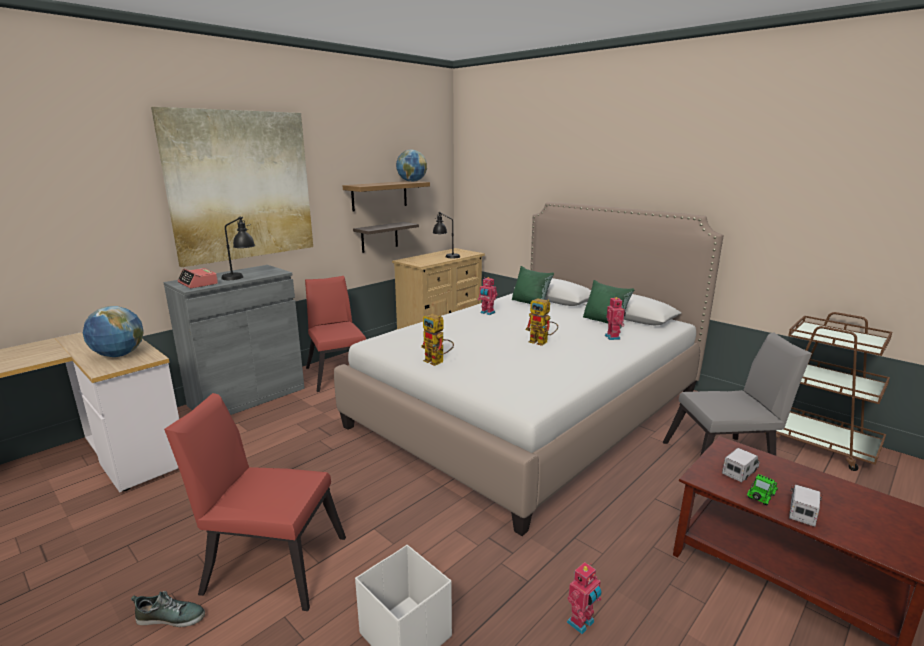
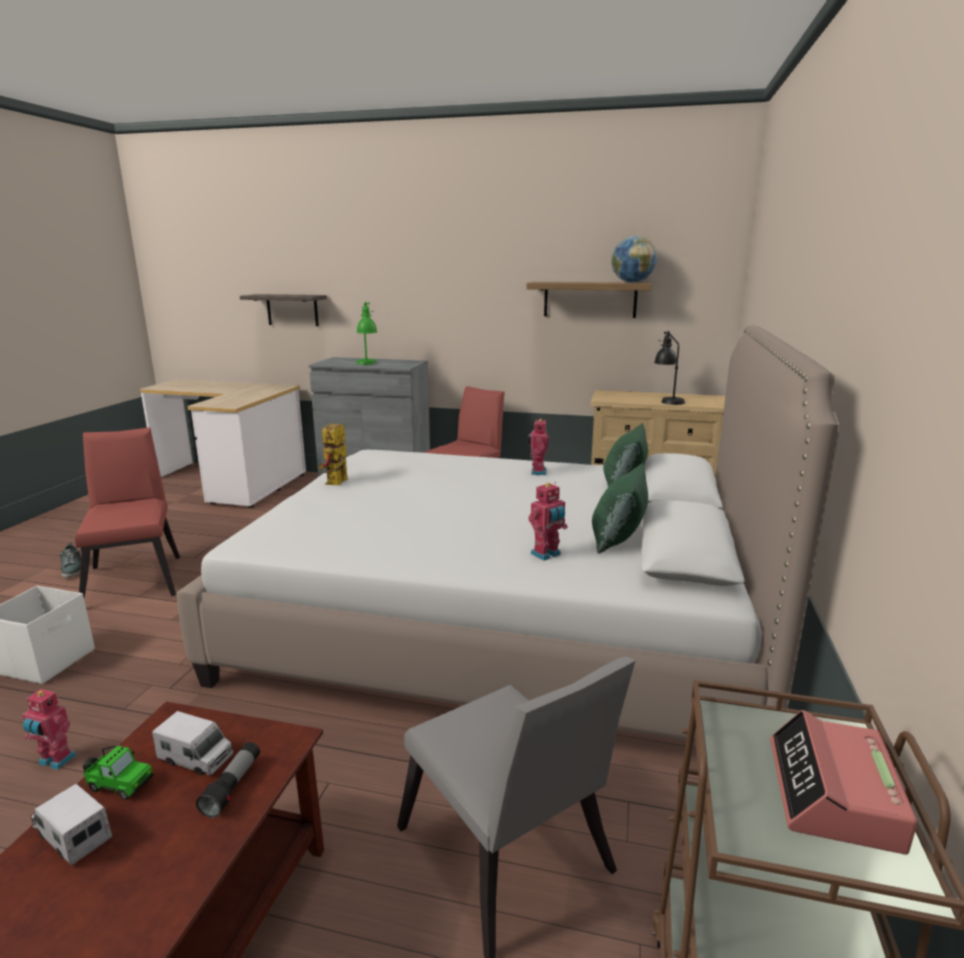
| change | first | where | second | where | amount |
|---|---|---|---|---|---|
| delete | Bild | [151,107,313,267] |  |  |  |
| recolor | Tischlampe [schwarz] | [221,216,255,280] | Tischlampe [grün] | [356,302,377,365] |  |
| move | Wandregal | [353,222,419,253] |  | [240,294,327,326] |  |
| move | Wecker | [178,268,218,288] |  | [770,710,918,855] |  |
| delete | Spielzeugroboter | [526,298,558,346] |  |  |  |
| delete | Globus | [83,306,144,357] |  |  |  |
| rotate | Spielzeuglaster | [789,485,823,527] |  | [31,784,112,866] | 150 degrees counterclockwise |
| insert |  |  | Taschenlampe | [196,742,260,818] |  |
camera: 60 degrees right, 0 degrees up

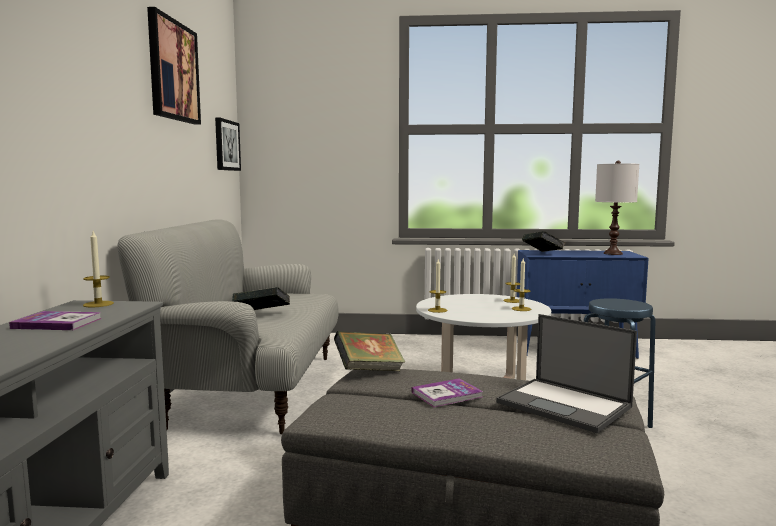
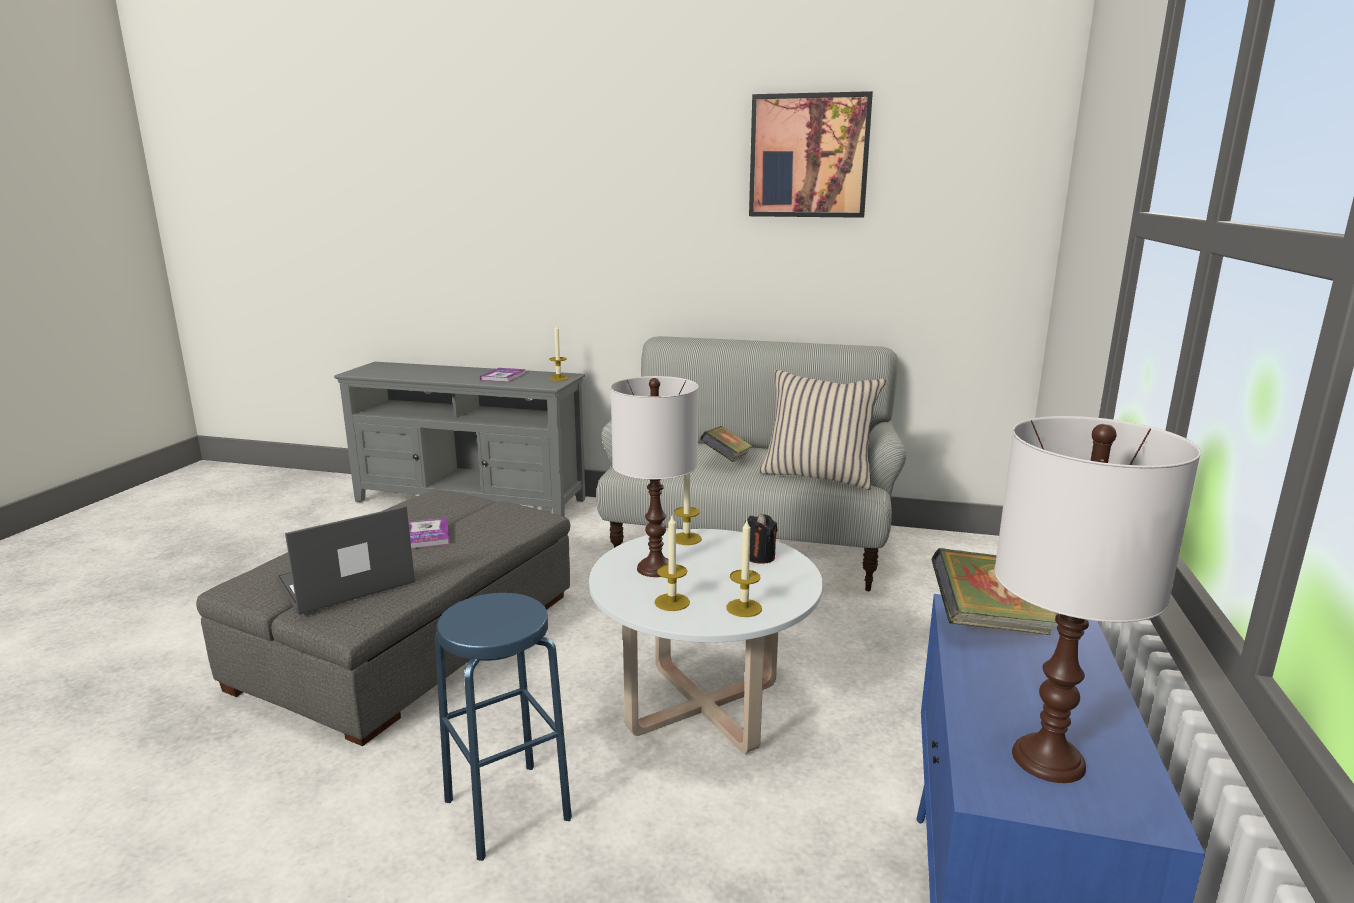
| change | first | where | second | where | amount |
|---|---|---|---|---|---|
| delete | Bild | [215,117,241,171] |  |  |  |
| delete | Buch | [334,331,405,371] |  |  |  |
| insert |  |  | Kissen [beige] | [759,370,886,490] |  |
| insert |  |  | Tischlampe [weiß] | [611,376,699,577] |  |
| insert |  |  | Kerze [schwarz] | [745,514,778,564] |  |
camera: 100 degrees right, 10 degrees up

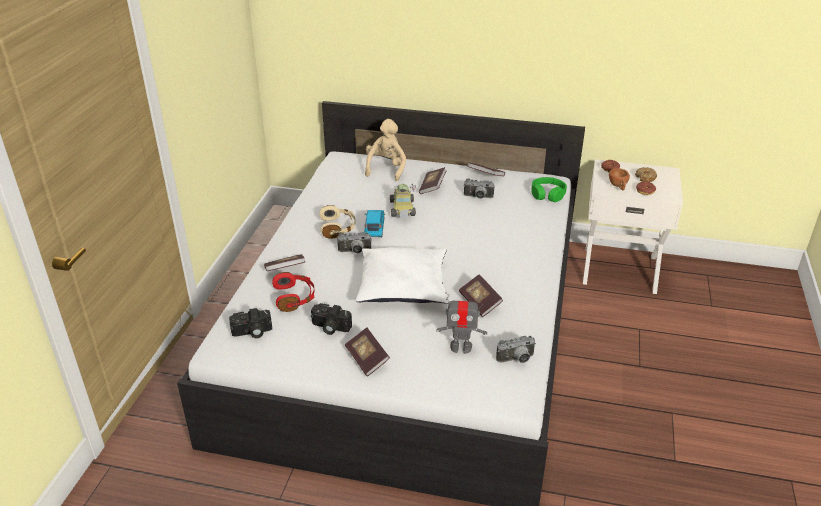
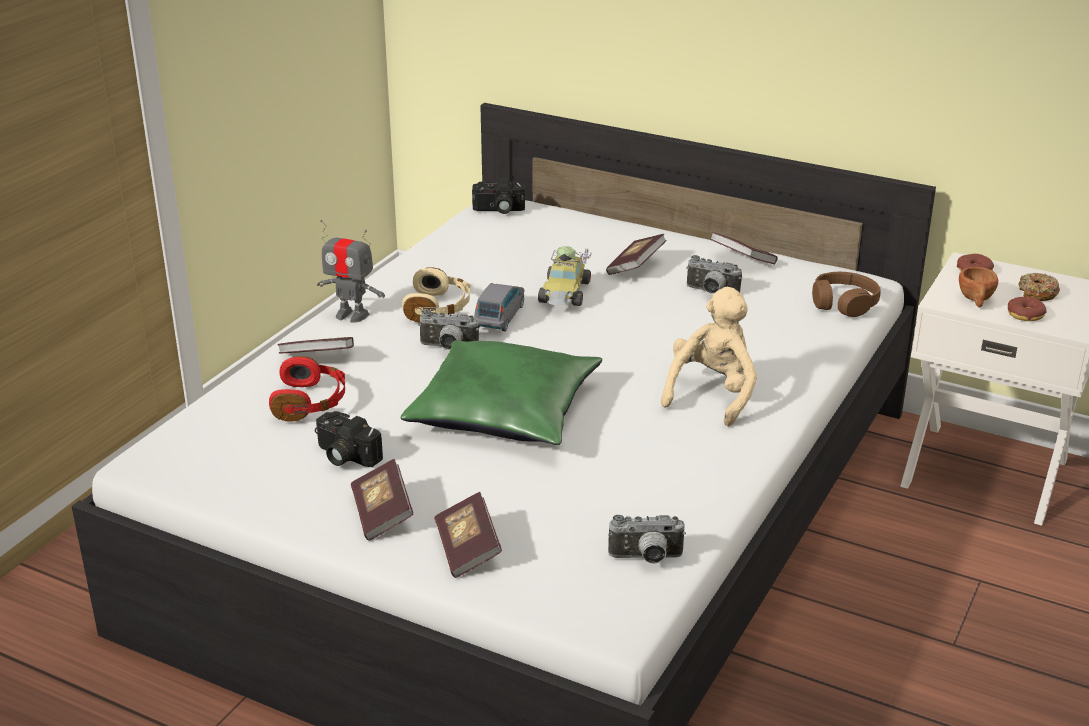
| change | first | where | second | where | amount |
|---|---|---|---|---|---|
| move | Plüschtier [beige] | [365,119,406,181] |  | [661,287,757,427] |  |
| recolor | Kopfhörer [grün] | [531,177,567,202] | Kopfhörer [braun] | [812,272,881,317] |  |
| recolor | Spielzeugauto [blau] | [364,210,385,237] | Spielzeugauto [grau] | [474,283,524,332] |  |
| recolor | Kissen [weiß] | [356,247,449,304] | Kissen [grün] | [400,340,602,445] |  |
| move | Buch | [459,274,503,317] |  | [434,492,502,578] |  |
| move | Spielzeugroboter | [436,292,487,354] |  | [317,220,385,322] |  |
| move | Kamera | [229,308,272,338] |  | [472,178,525,214] |  |
camera: 15 degrees right, 5 degrees down

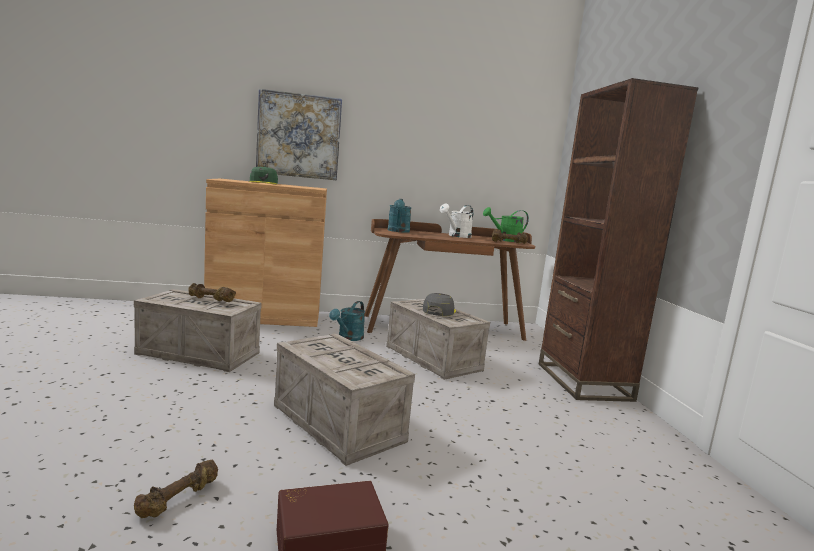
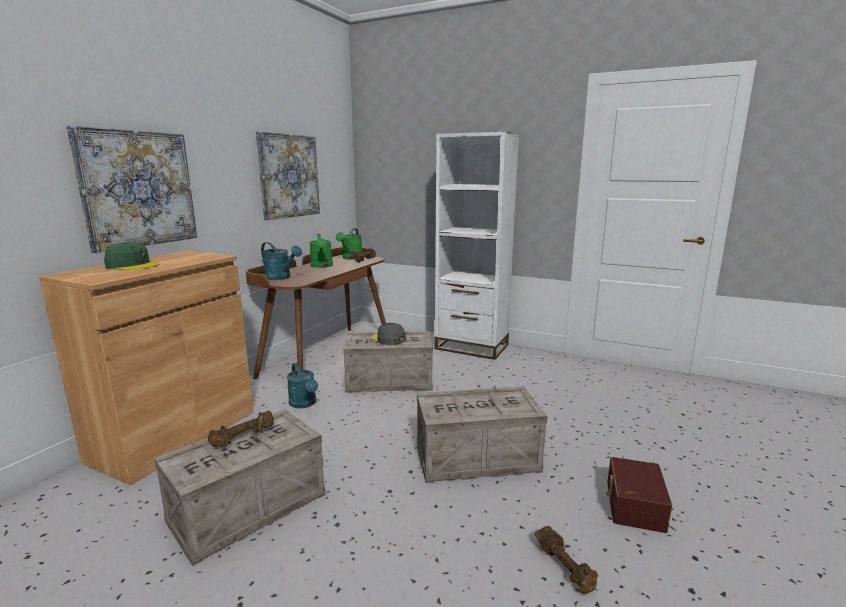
| change | first | where | second | where | amount |
|---|---|---|---|---|---|
| recolor | Bücherregal [braun] | [539,78,699,402] | Bücherregal [weiß] | [434,132,519,360] |  |
| recolor | Gießkanne [weiß] | [440,204,473,238] | Gießkanne [grün] | [309,234,333,268] |  |
| insert |  |  | Bild | [256,132,320,220] |  |
camera: 55 degrees left, 5 degrees up

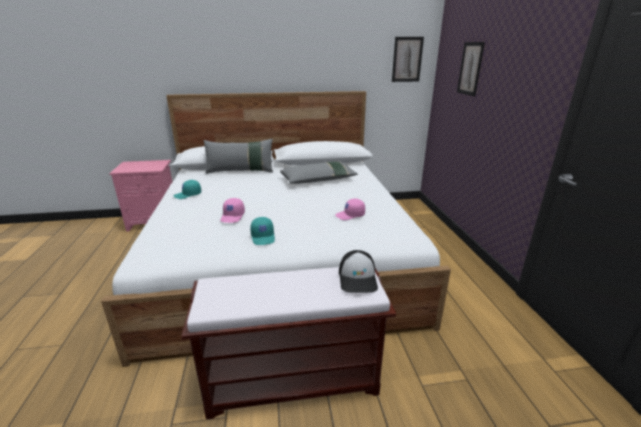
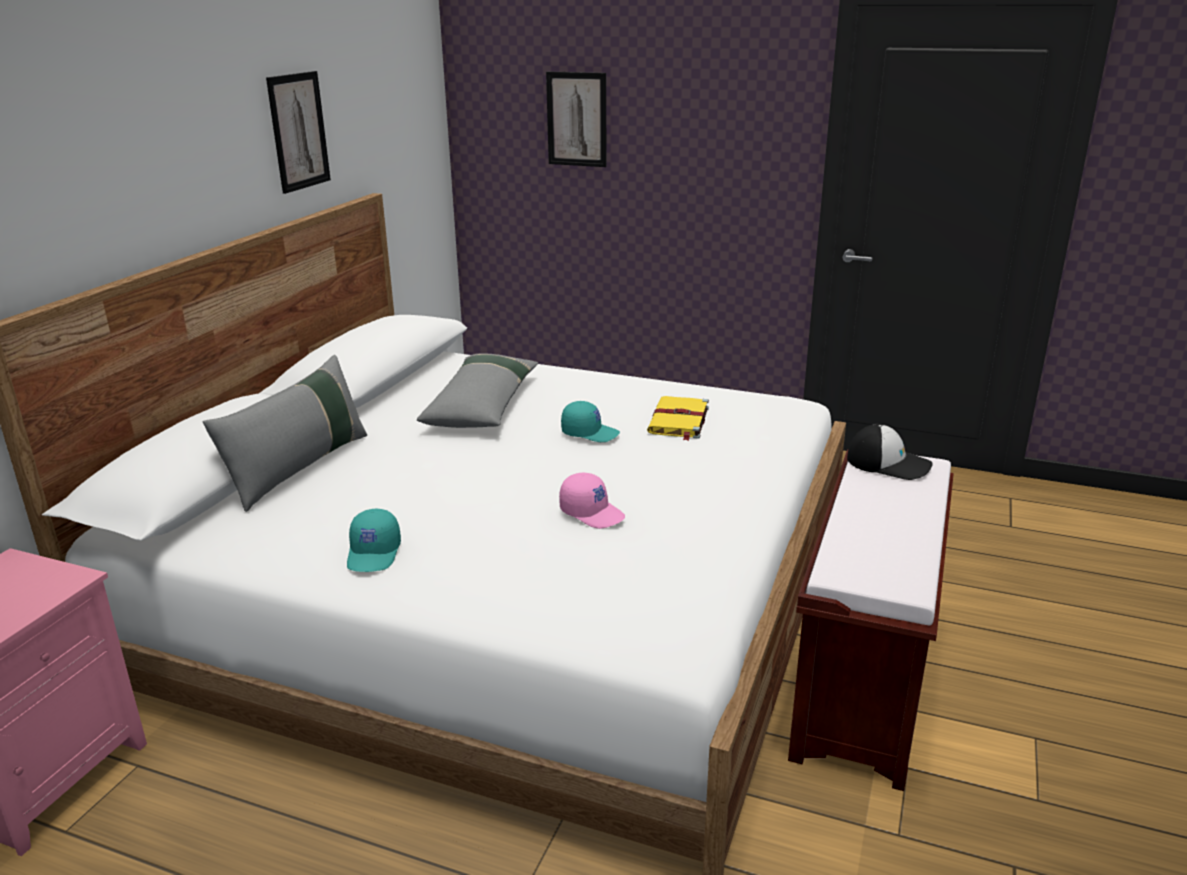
| change | first | where | second | where | amount |
|---|---|---|---|---|---|
| move | Bild | [392,37,424,82] |  | [266,71,331,194] |  |
| replace | Kappe [rosa] | [335,199,365,220] | Buch [gelb] | [647,396,709,441] |  |
| move | Kappe [türkis] | [250,217,275,245] |  | [561,401,620,442] |  |
camera: 60 degrees left, 0 degrees up

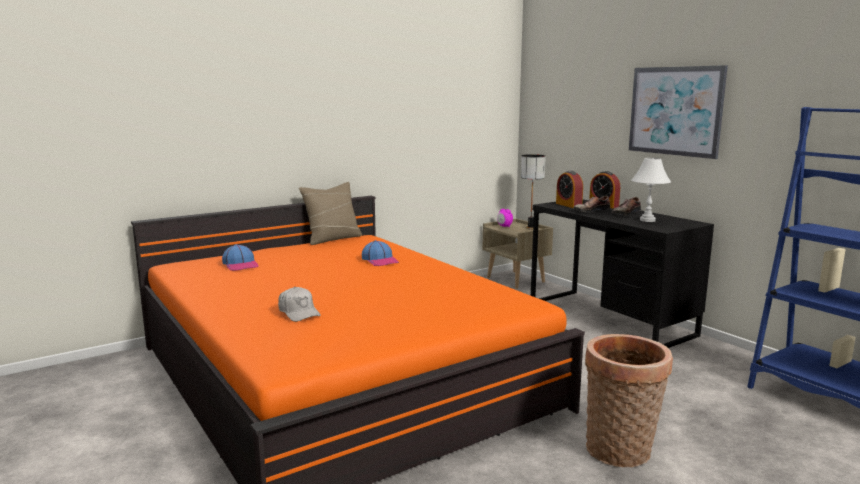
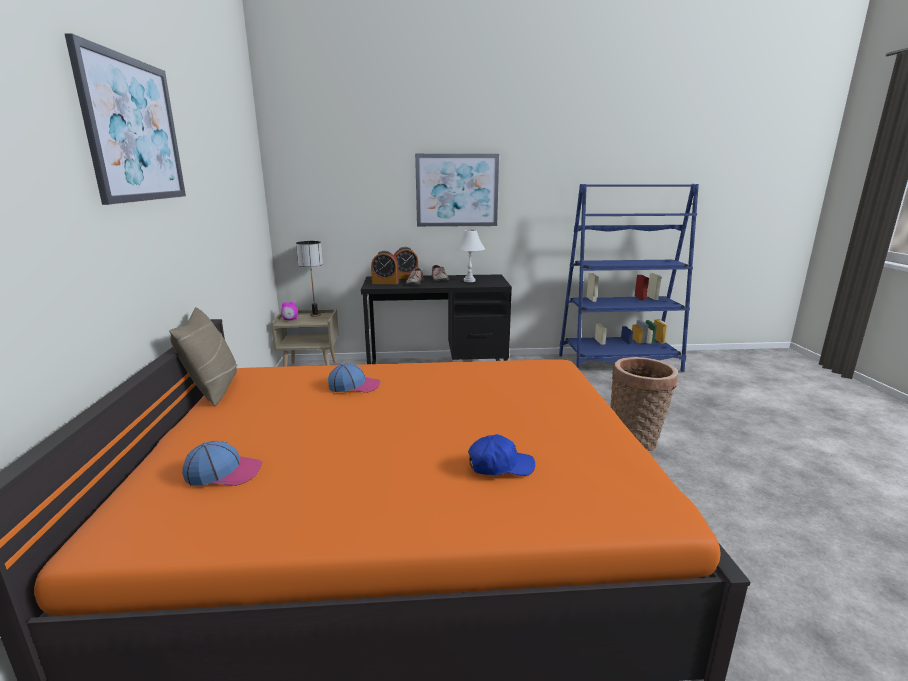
| change | first | where | second | where | amount |
|---|---|---|---|---|---|
| recolor | Kappe [weiß] | [278,287,321,322] | Kappe [blau] | [468,434,535,476] |  |
| insert |  |  | Bild | [65,33,186,205] |  |
camera: 60 degrees left, 5 degrees up

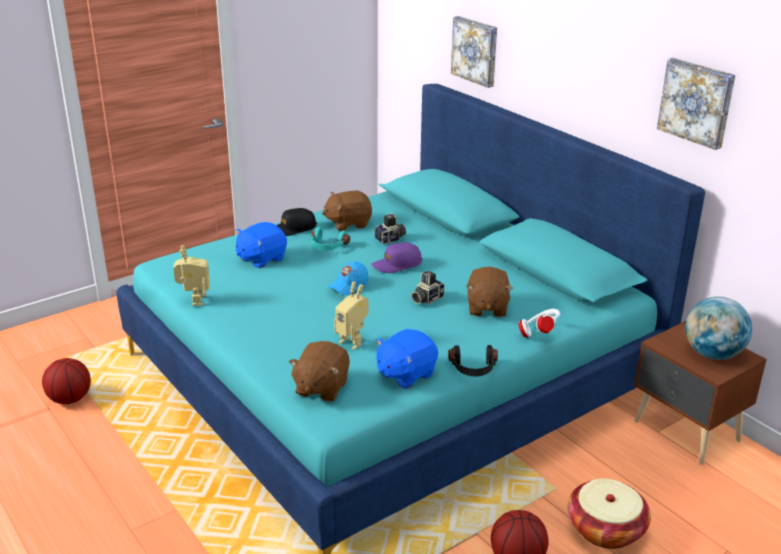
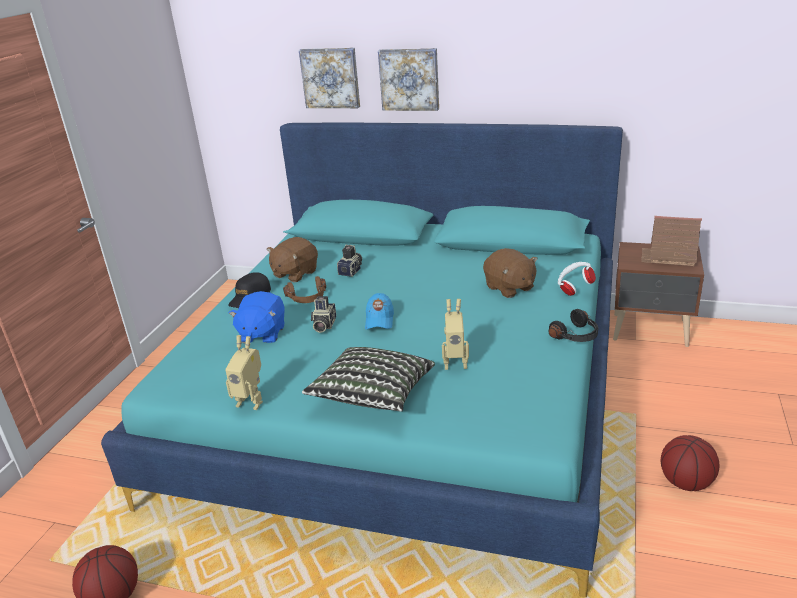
| change | first | where | second | where | amount |
|---|---|---|---|---|---|
| move | Bild | [657,58,735,150] |  | [378,48,439,111] |  |
| recolor | Kopfhörer [türkis] | [310,227,350,251] | Kopfhörer [braun] | [283,276,326,303] |  |
| delete | Kappe [lila] | [371,243,422,273] |  |  |  |
| rotate | Spielzeugroboter | [173,245,210,306] |  | [225,335,263,410] | 150 degrees clockwise |
| move | Kamera | [411,271,445,304] |  | [311,296,336,333] |  |
| replace | Globus | [685,297,752,360] | Spielzeughaus | [641,216,702,266] |  |
| delete | Plüschtier [blau] | [376,329,438,389] |  |  |  |
| delete | Plüschtier [braun] | [289,341,350,402] |  |  |  |
| delete | Korb | [568,479,651,549] |  |  |  |
| insert |  |  | Kissen | [302,347,435,411] |  |
camera: 35 degrees left, 0 degrees up

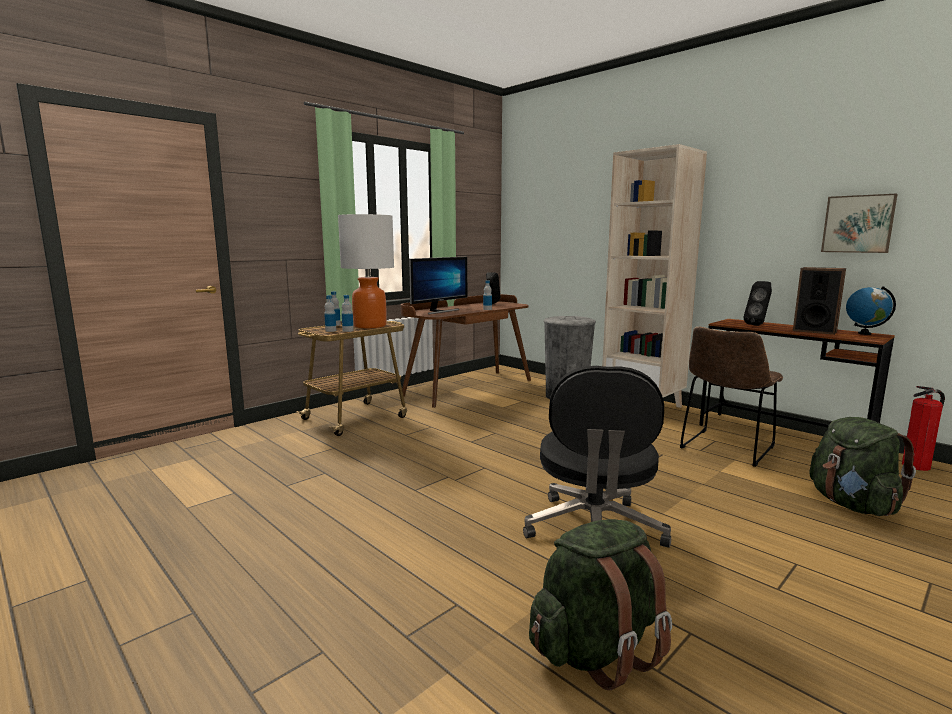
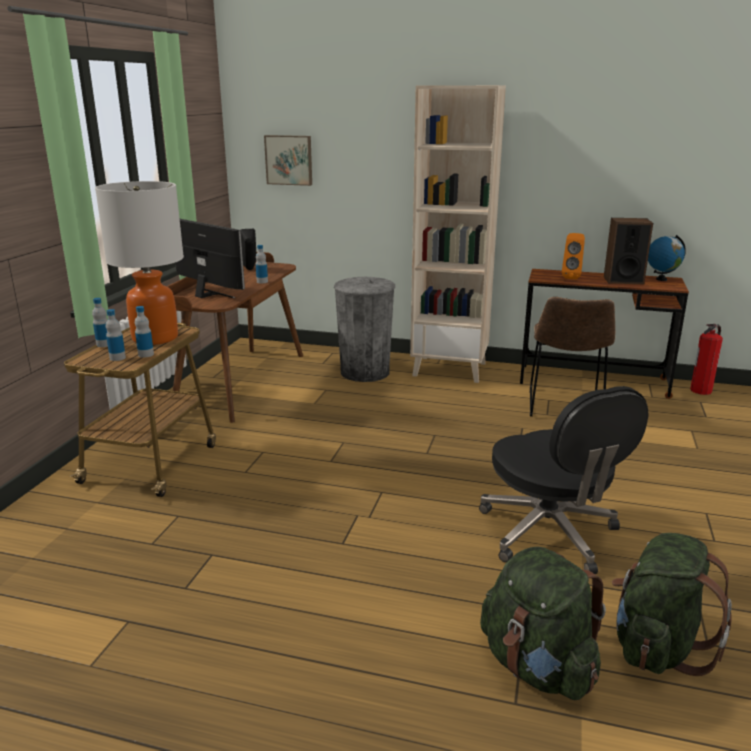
| change | first | where | second | where | amount |
|---|---|---|---|---|---|
| move | Bild | [821,194,897,253] |  | [264,135,312,186] |  |
| rotate | Monitor | [409,257,467,314] |  | [175,219,245,298] | 60 degrees counterclockwise |
| recolor | Lautsprecher [schwarz] | [744,281,772,326] | Lautsprecher [orange] | [562,233,585,279] |  |
| move | Rucksack [grün] | [809,417,916,516] |  | [480,547,606,700] |  |
camera: 30 degrees left, 10 degrees up

